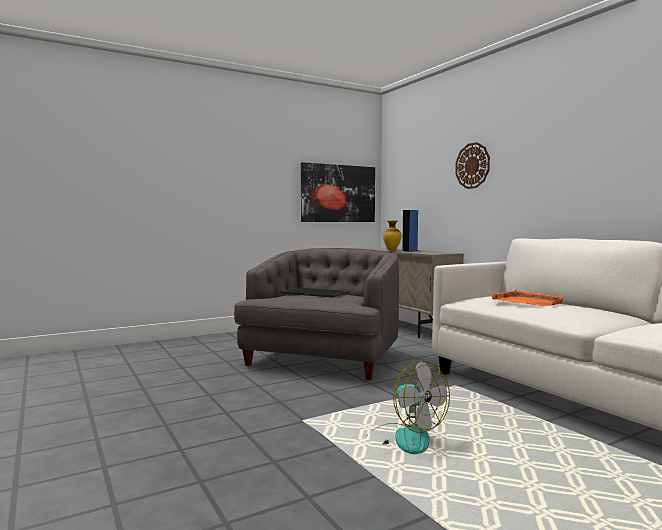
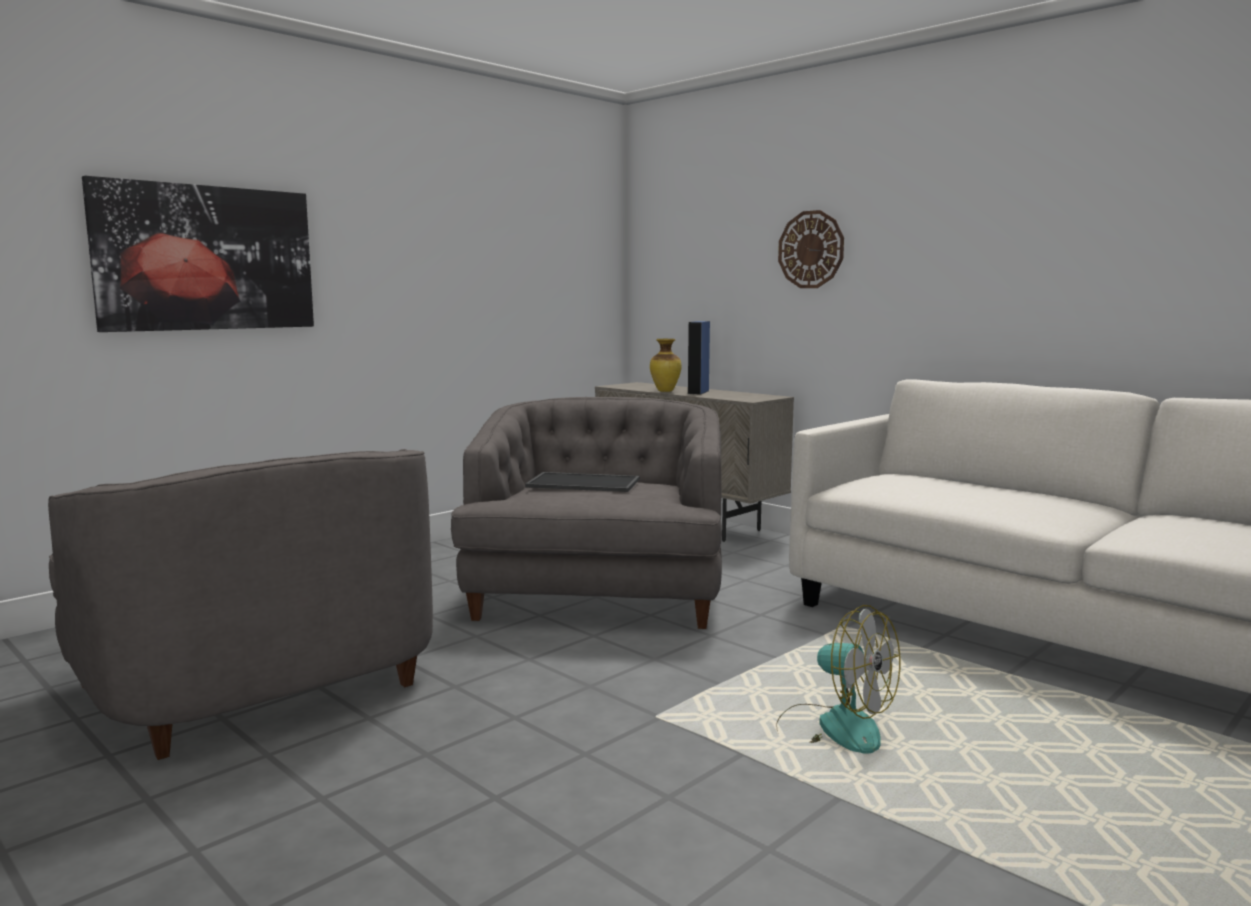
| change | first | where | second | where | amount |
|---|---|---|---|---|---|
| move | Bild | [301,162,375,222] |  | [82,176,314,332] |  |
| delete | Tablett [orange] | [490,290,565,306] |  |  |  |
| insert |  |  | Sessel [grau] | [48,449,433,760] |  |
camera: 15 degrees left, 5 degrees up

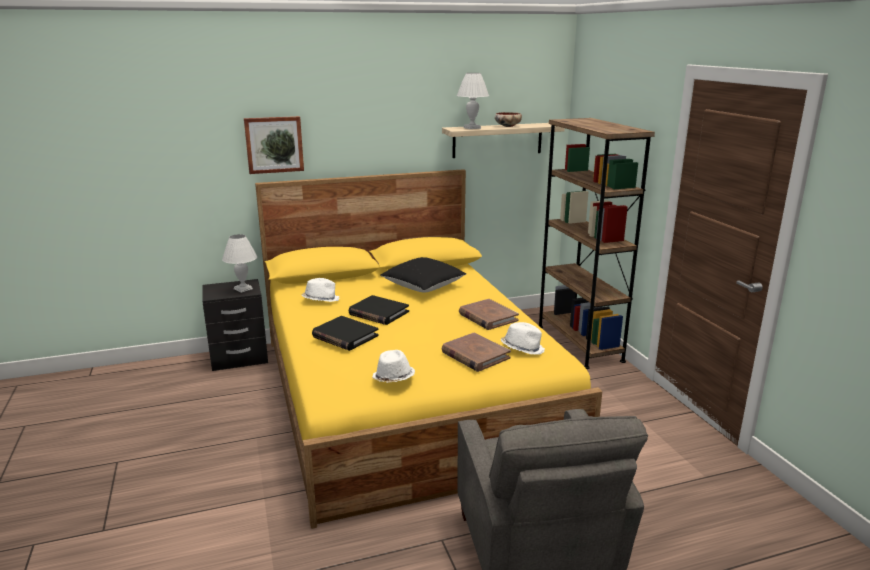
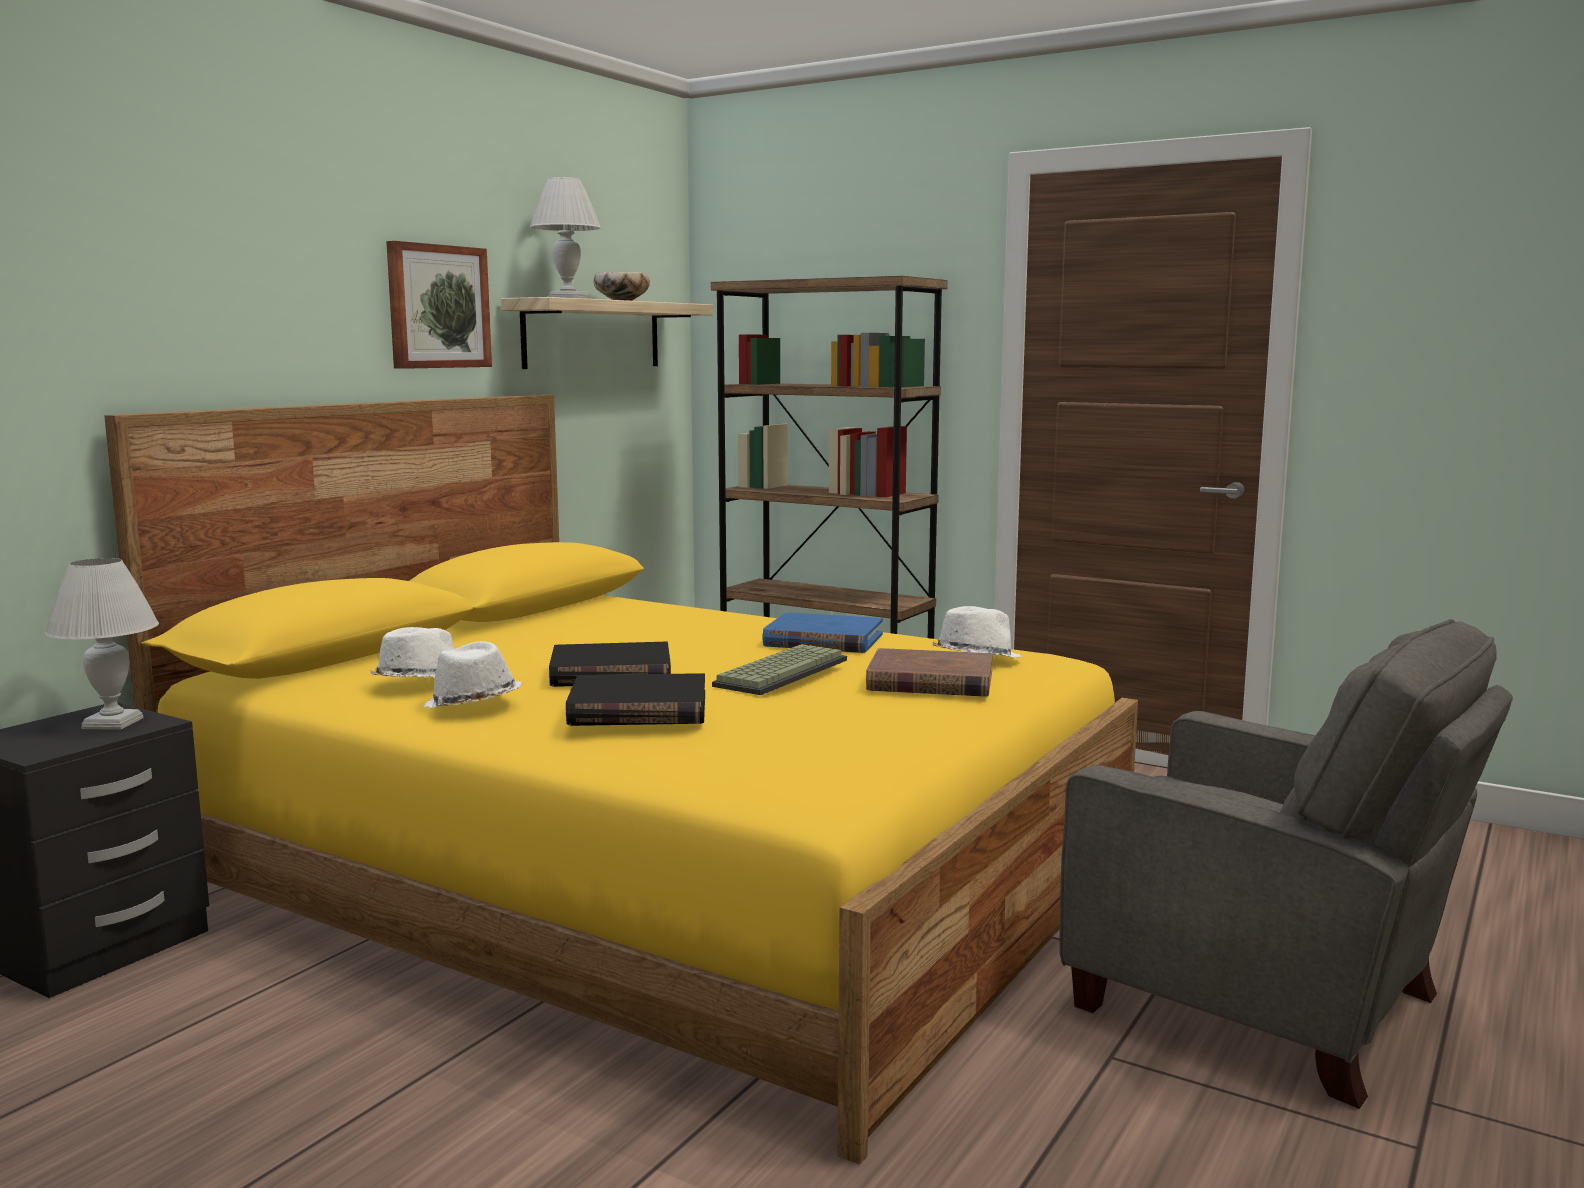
| change | first | where | second | where | amount |
|---|---|---|---|---|---|
| move | Bild | [244,116,304,174] |  | [386,241,492,369] |  |
| delete | Kissen [schwarz] | [380,257,466,293] |  |  |  |
| recolor | Buch [braun] | [459,299,519,330] | Buch [blau] | [762,612,883,653] |  |
| move | Hut [weiß] | [372,350,415,383] |  | [423,641,522,709] |  |
| insert |  |  | Tastatur | [712,644,847,695] |  |
camera: 40 degrees left, 10 degrees down

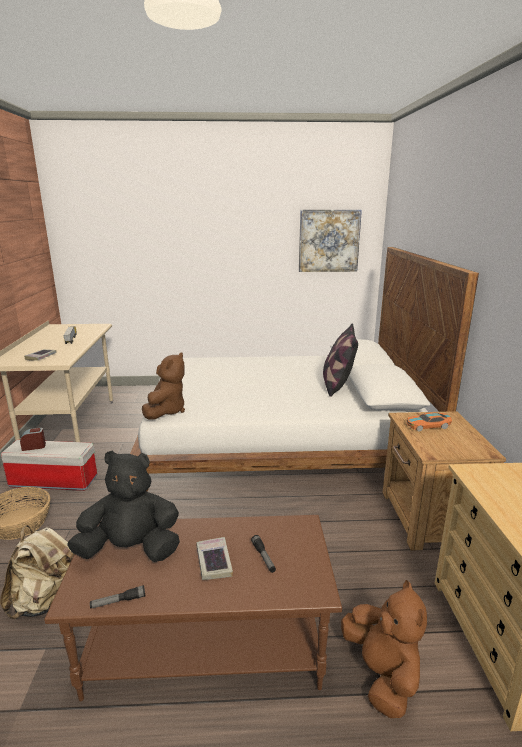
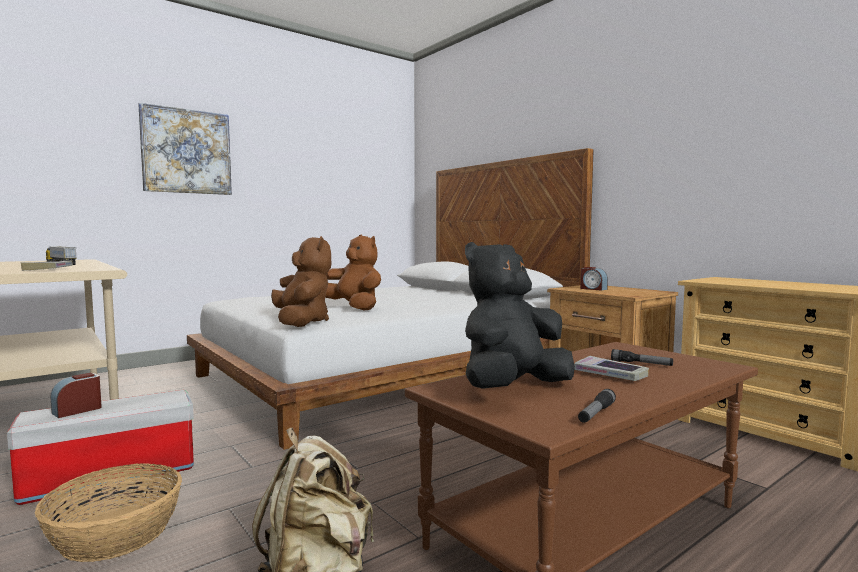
| change | first | where | second | where | amount |
|---|---|---|---|---|---|
| move | Bild | [299,210,362,272] |  | [138,103,232,195] |  |
| delete | Kissen | [323,323,358,397] |  |  |  |
| replace | Spielzeugauto | [406,412,452,432] | Wecker | [580,267,608,291] |  |
| move | Plüschtier [braun] | [341,580,427,718] |  | [325,234,381,311] |  |
camera: 35 degrees left, 15 degrees down

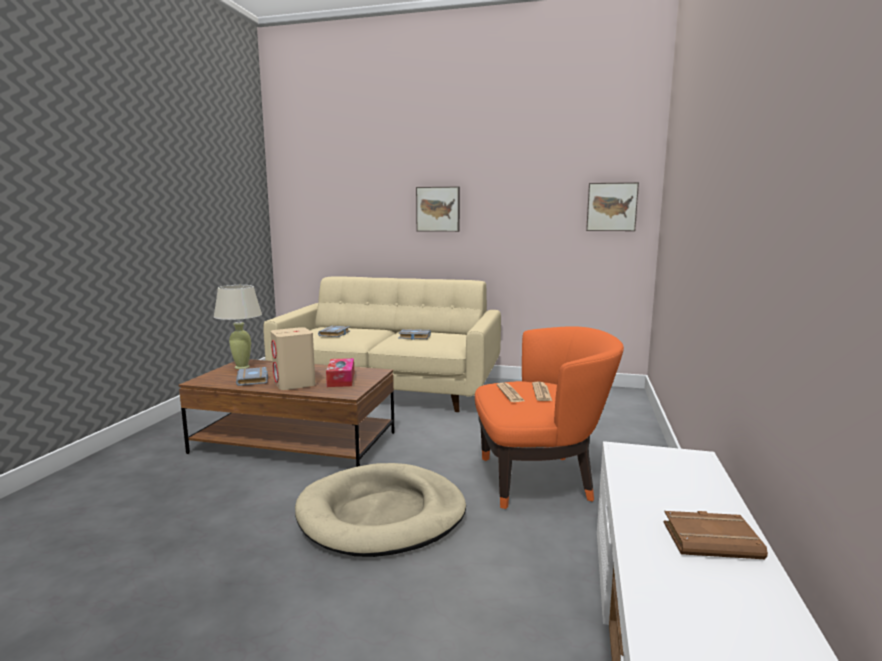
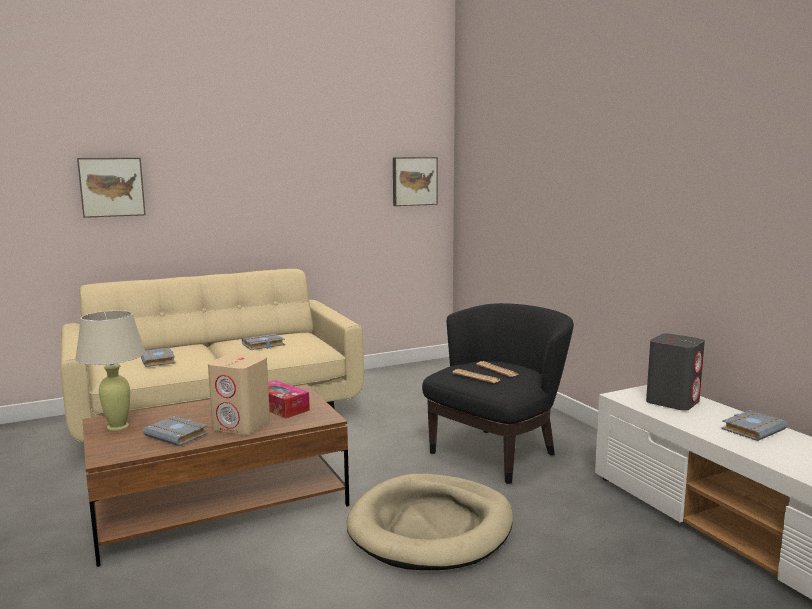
| change | first | where | second | where | amount |
|---|---|---|---|---|---|
| move | Bild | [416,186,460,232] |  | [77,158,146,218] |  |
| recolor | Sessel [orange] | [475,326,624,509] | Sessel [schwarz] | [422,303,574,484] |  |
| recolor | Buch [braun] | [664,511,768,559] | Buch [grau] | [722,410,788,441] |  |
| insert |  |  | Lautsprecher [grau] | [646,333,705,411] |  |
camera: 40 degrees left, 0 degrees up

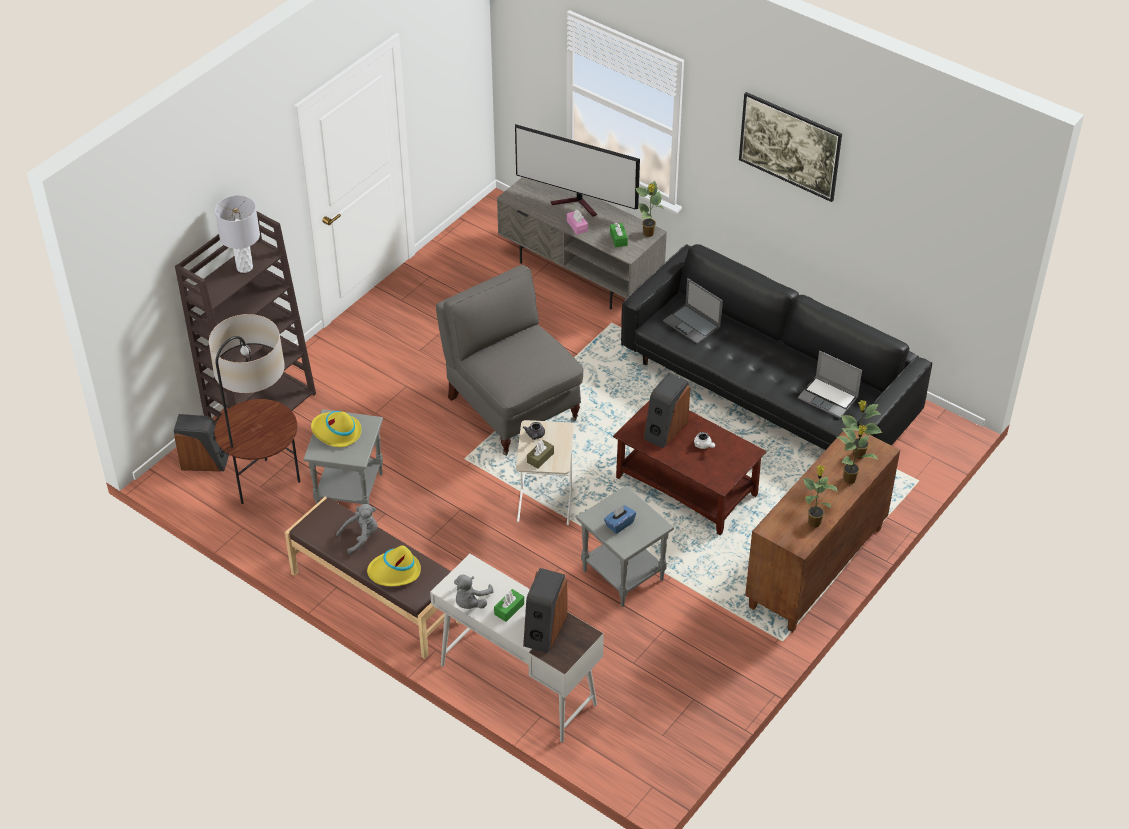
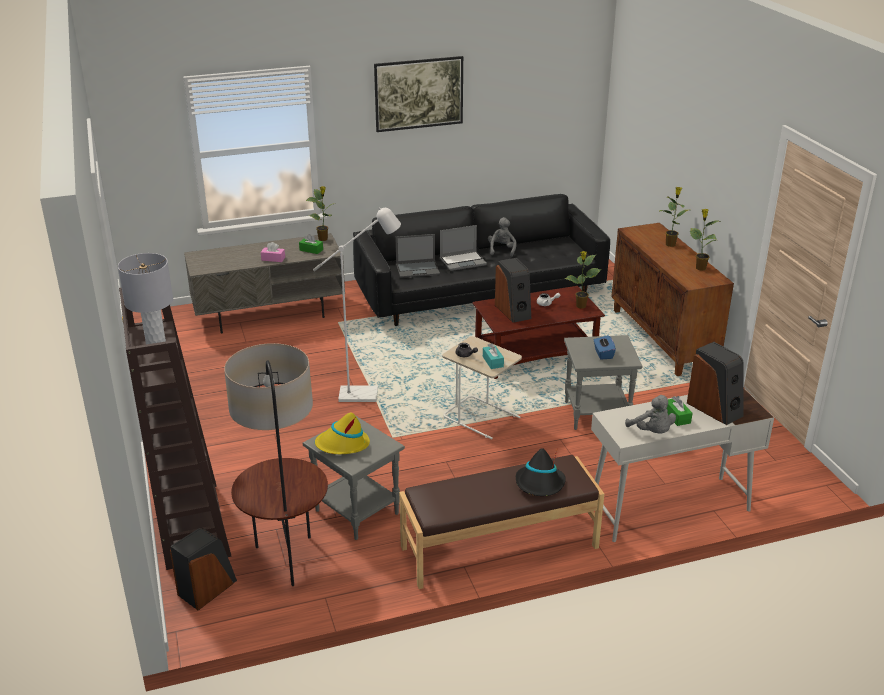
| change | first | where | second | where | amount |
|---|---|---|---|---|---|
| delete | Fernseher | [515,124,640,217] |  |  |  |
| replace | Sessel [grau] | [436,265,584,456] | Stehlampe [weiß] | [313,207,401,402] |  |
| move | Laptop | [798,351,862,418] |  | [440,225,487,271] |  |
| move | Topfpflanze | [841,400,883,459] |  | [565,251,601,309] |  |
| recolor | Taschentuchbox [braun] | [527,440,554,469] | Taschentuchbox [türkis] | [483,343,504,369] |  |
| move | Plüschtier [grau] | [336,504,377,555] |  | [488,217,517,257] |  |
| recolor | Hut [gelb] | [367,546,421,586] | Hut [schwarz] | [516,448,566,496] |  |
camera: 55 degrees left, 15 degrees down

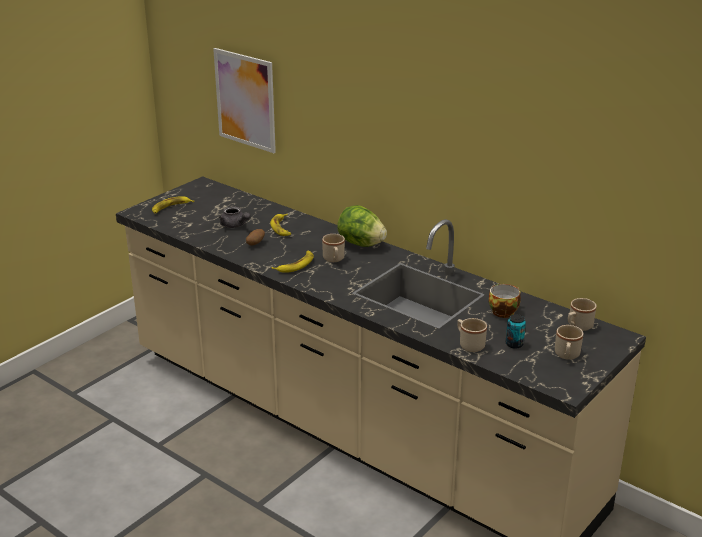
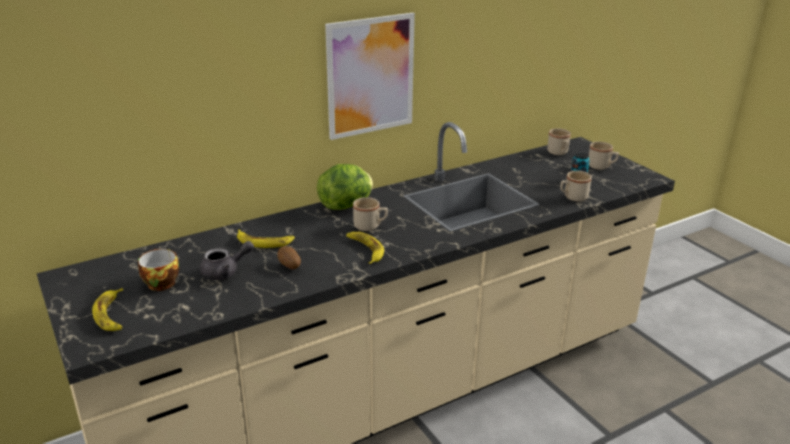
| change | first | where | second | where | amount |
|---|---|---|---|---|---|
| move | Bild | [213,48,276,153] |  | [325,13,415,140] |  |
| move | Tasse | [489,284,521,318] |  | [138,249,179,291] |  |
camera: 70 degrees left, 0 degrees up

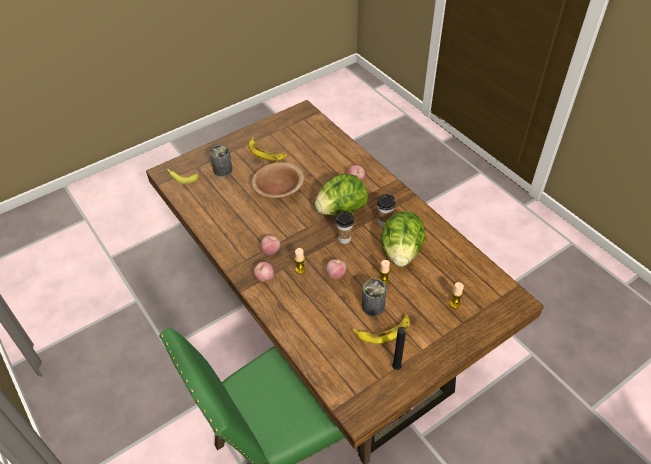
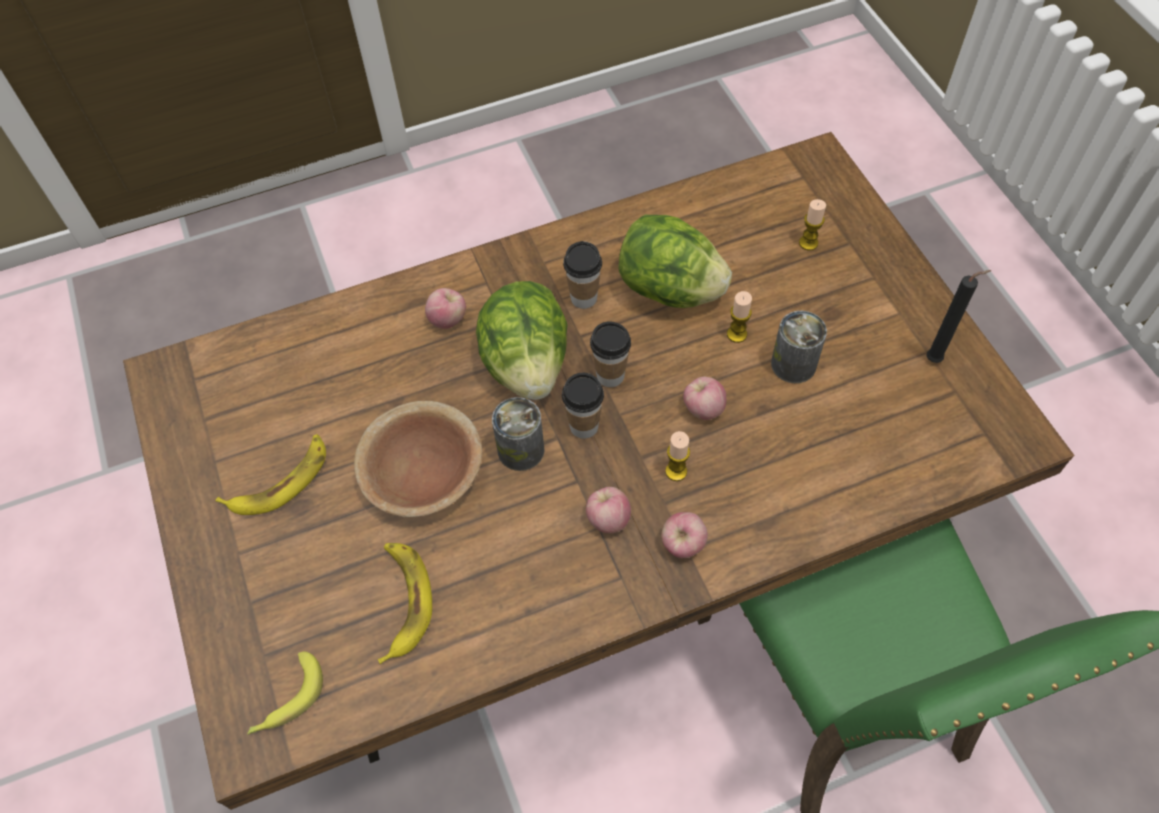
| change | first | where | second | where | amount |
|---|---|---|---|---|---|
| move | Dose | [210,145,232,177] |  | [492,397,545,471] |  |
| move | Banane | [352,315,410,344] |  | [378,543,432,664] |  |
| insert |  |  | Tasse | [562,373,604,439] |  |
camera: 75 degrees left, 10 degrees up

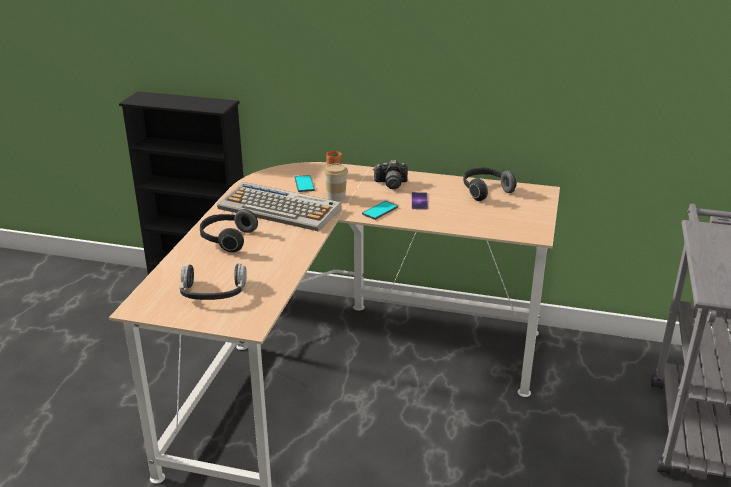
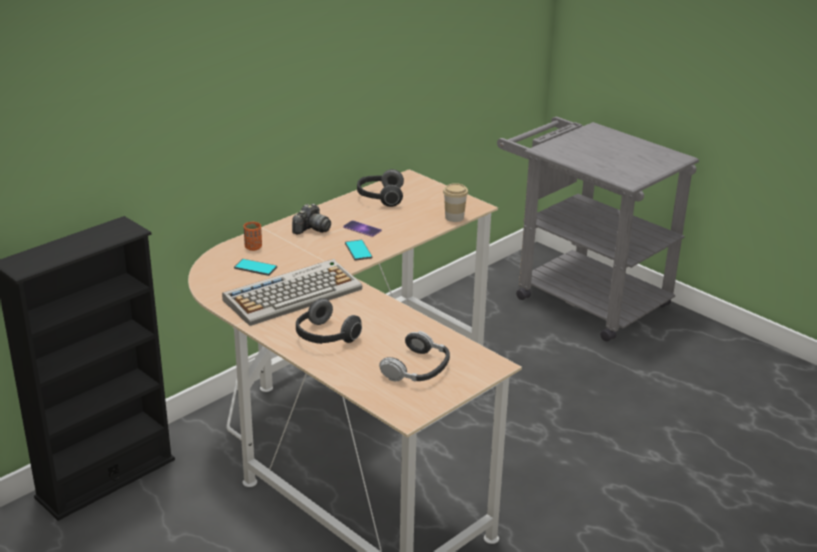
| change | first | where | second | where | amount |
|---|---|---|---|---|---|
| move | Tasse | [323,163,348,201] |  | [443,183,468,222] |  |
camera: 60 degrees left, 0 degrees up

